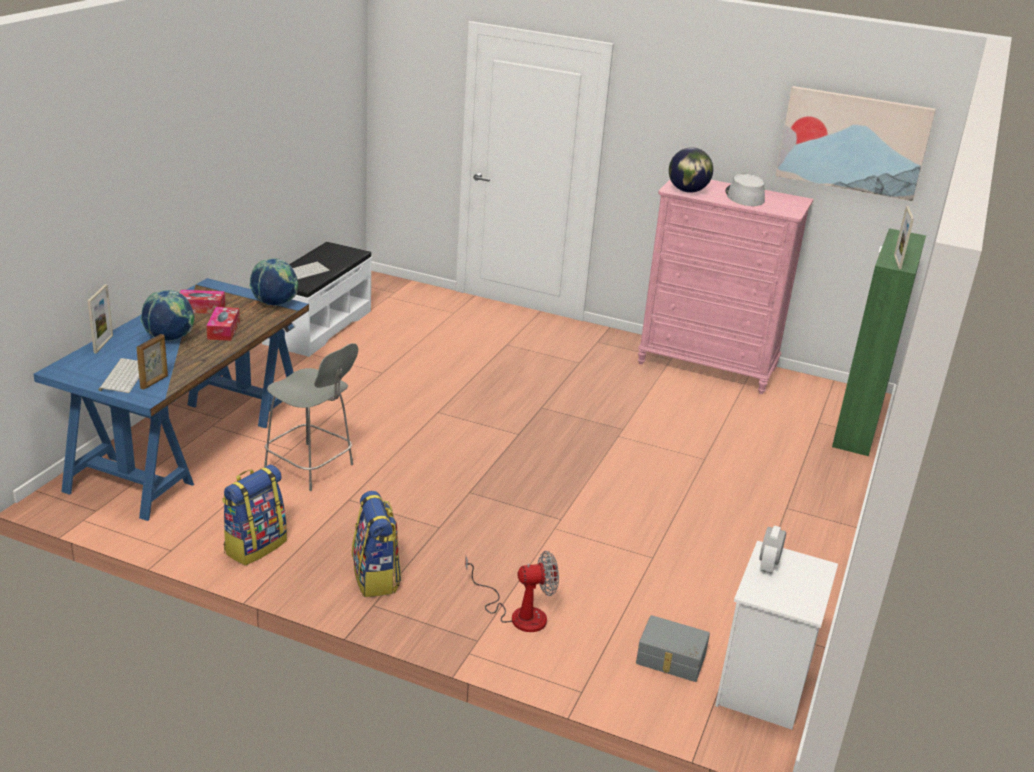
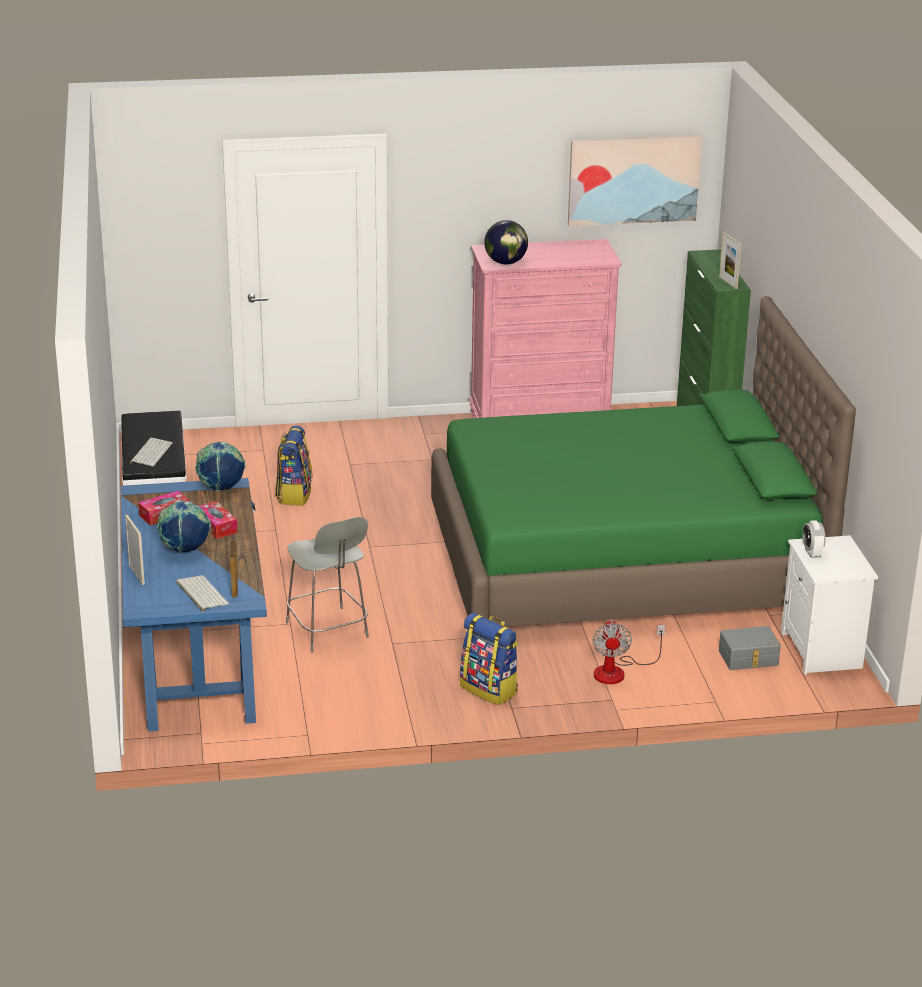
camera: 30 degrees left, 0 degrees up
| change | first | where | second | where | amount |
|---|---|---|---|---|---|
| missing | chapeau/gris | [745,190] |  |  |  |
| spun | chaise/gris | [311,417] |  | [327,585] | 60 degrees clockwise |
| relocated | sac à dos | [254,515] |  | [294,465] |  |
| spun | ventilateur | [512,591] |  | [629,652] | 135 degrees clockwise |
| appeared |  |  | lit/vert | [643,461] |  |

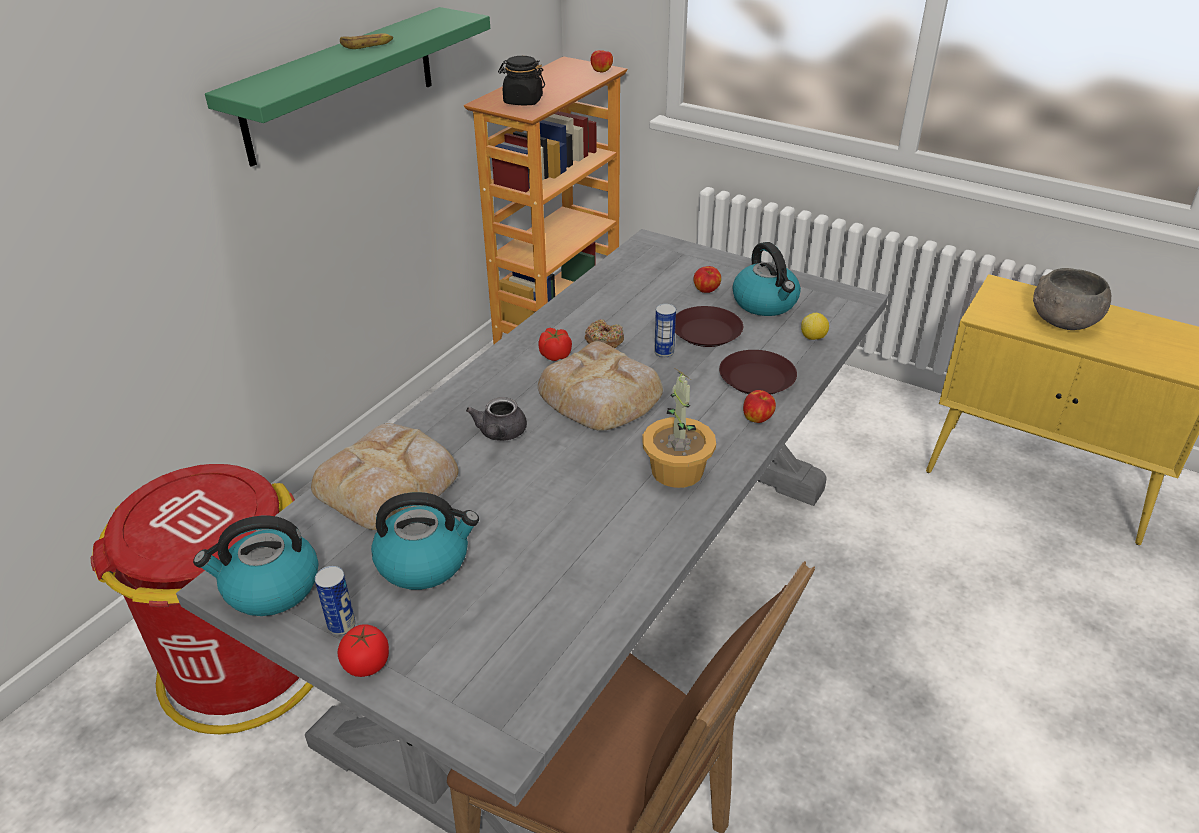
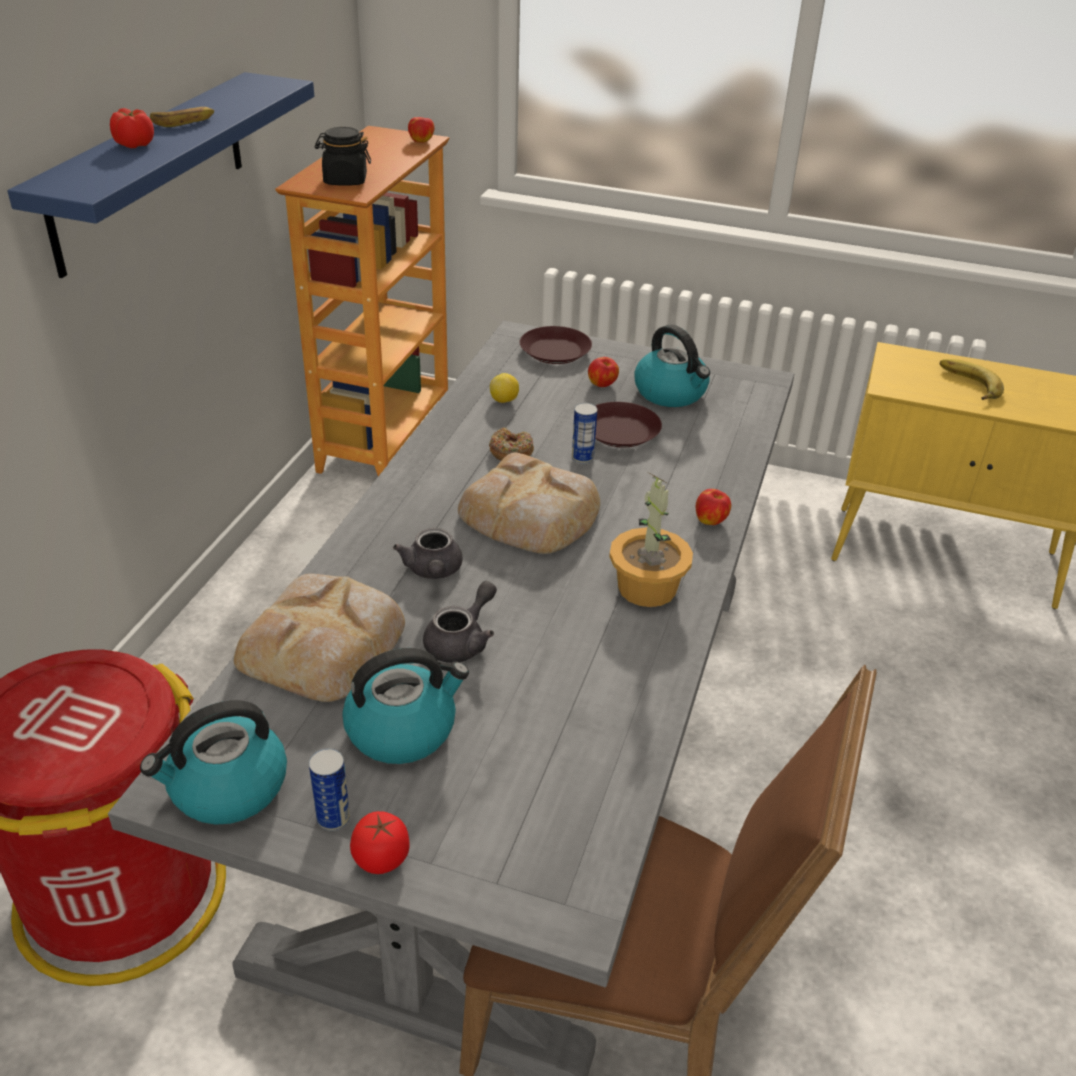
camera: 15 degrees left, 0 degrees up
| change | first | where | second | where | amount |
|---|---|---|---|---|---|
| colour | étagère/vert | [347,87] | étagère/bleu | [160,175] |  |
| exchanged | bol/gris | [1072,299] | banane | [972,379] |  |
| relocated | citron | [815,326] |  | [504,388] |  |
| relocated | tomate | [555,344] |  | [132,128] |  |
| relocated | assiette/marron | [758,372] |  | [556,345] |  |
| appeared |  |  | théière/gris | [460,622] |  |

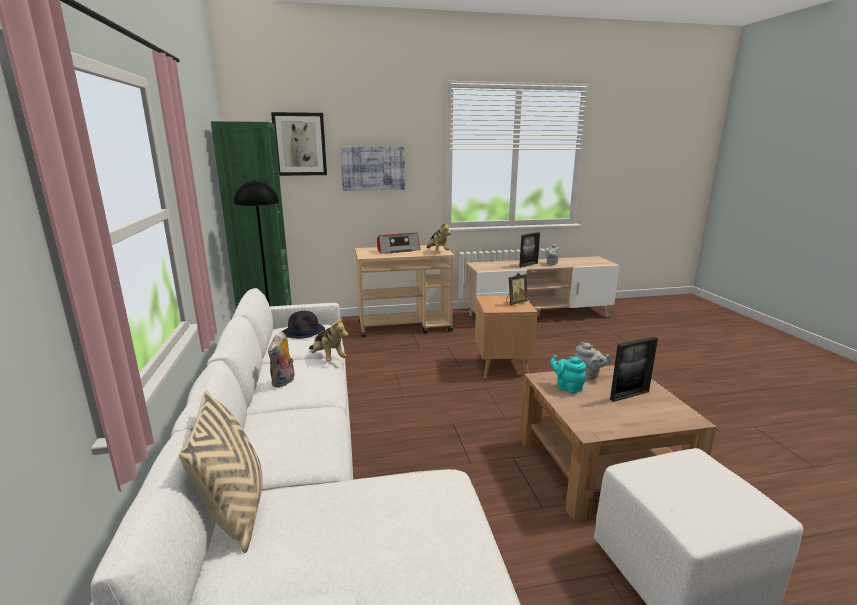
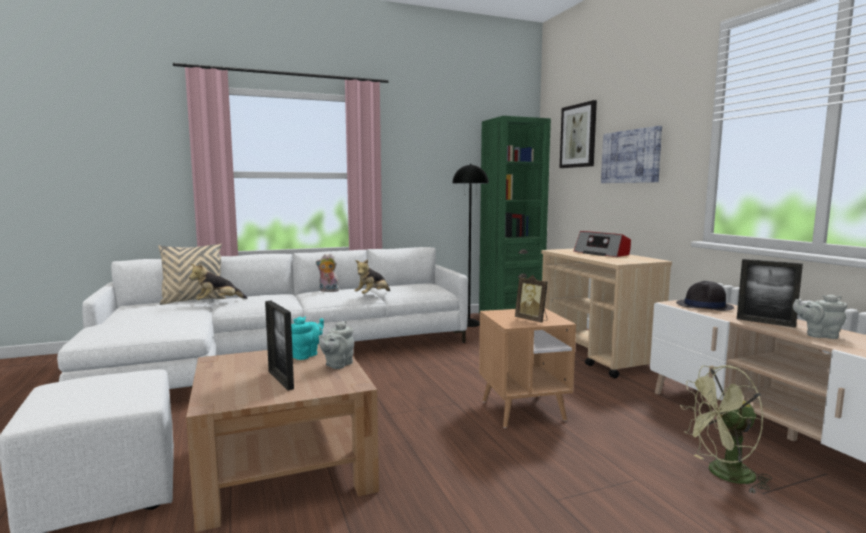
camera: 80 degrees right, 10 degrees down
| change | first | where | second | where | amount |
|---|---|---|---|---|---|
| relocated | peluche | [439,236] |  | [218,281] |  |
| relocated | chapeau/noir | [303,325] |  | [705,296] |  |
| appeared |  |  | ventilateur/vert | [726,429] |  |

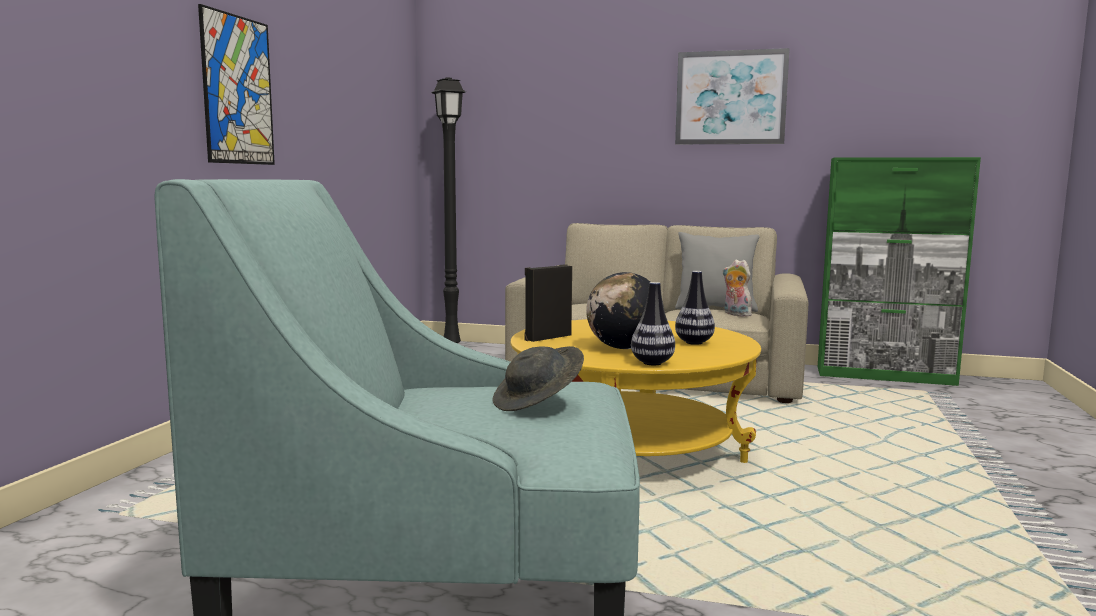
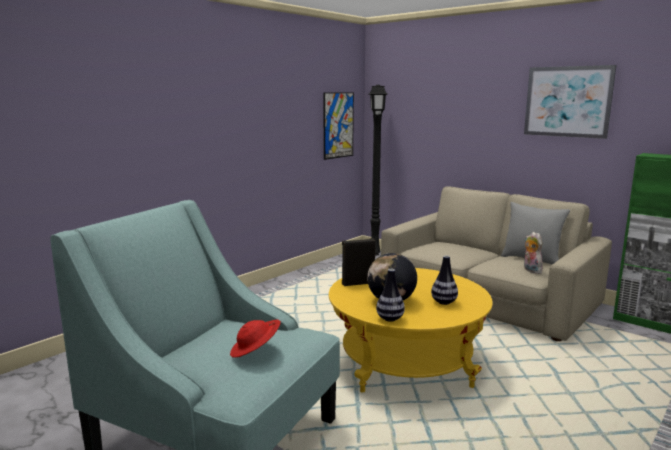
camera: 25 degrees right, 5 degrees up
| change | first | where | second | where | amount |
|---|---|---|---|---|---|
| relocated | tableau | [236,84] |  | [338,126] |  |
| colour | chapeau/gris | [538,378] | chapeau/rouge | [255,339] |  |

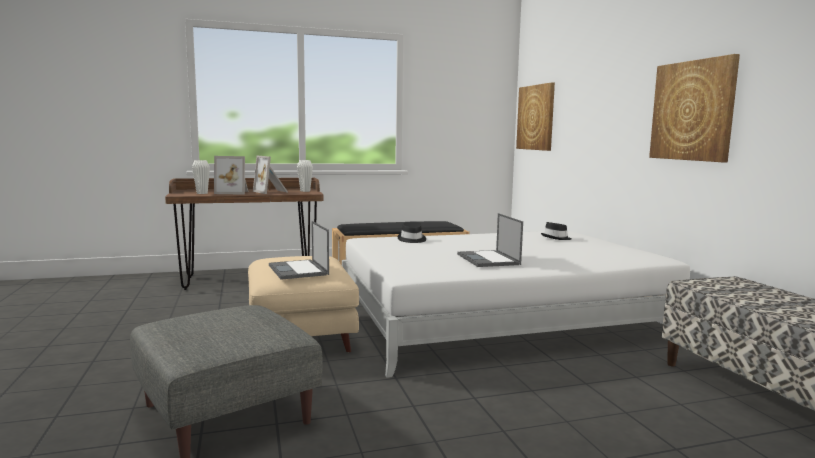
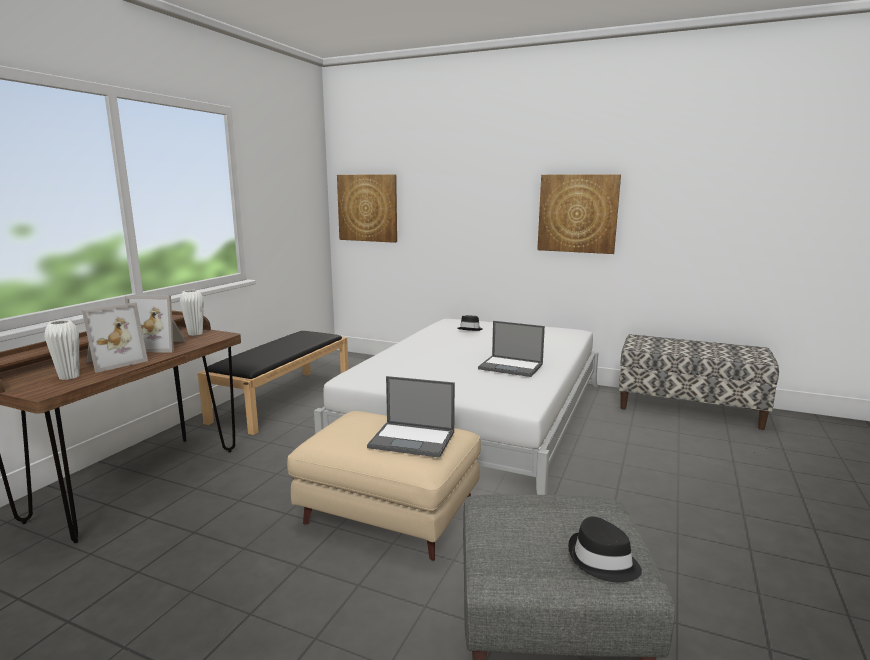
camera: 50 degrees left, 5 degrees up
| change | first | where | second | where | amount |
|---|---|---|---|---|---|
| relocated | chapeau/noir | [412,232] |  | [605,549] |  |

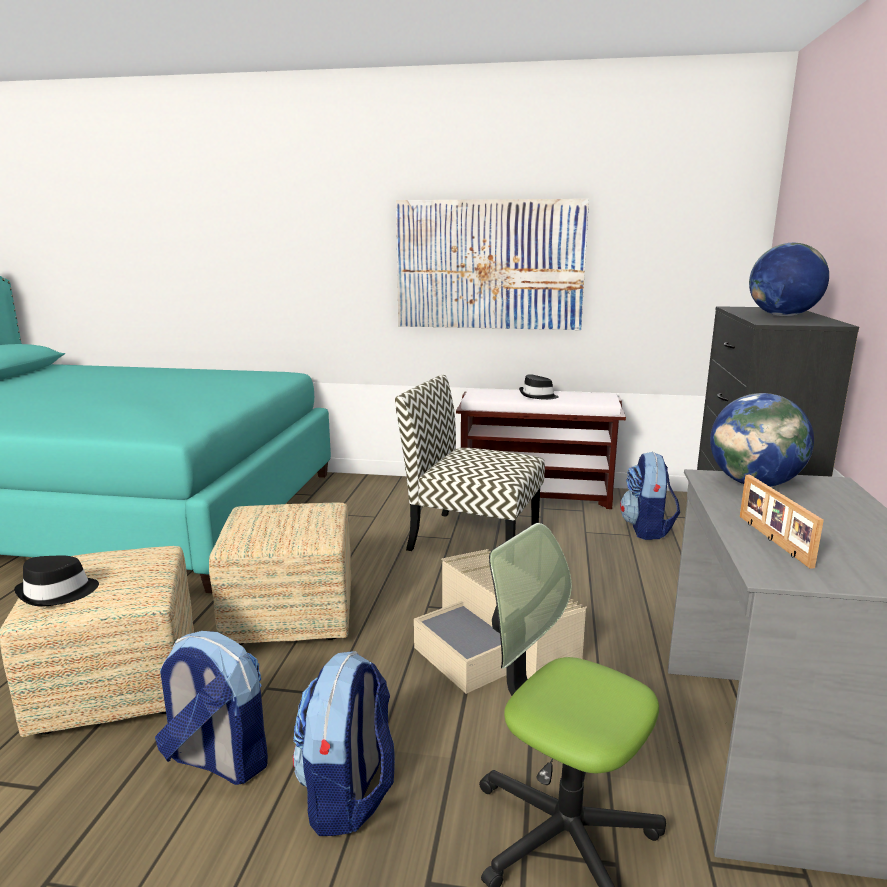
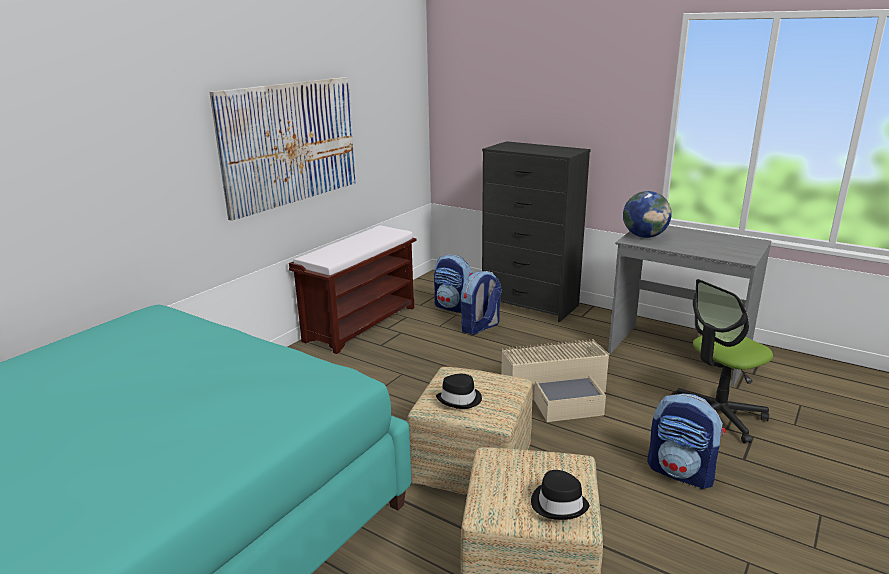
camera: 65 degrees left, 5 degrees up
| change | first | where | second | where | amount |
|---|---|---|---|---|---|
| missing | globe | [789,279] |  |  |  |
| relocated | chapeau/noir | [539,387] |  | [459,391] |  |
| missing | chaise | [470,463] |  |  |  |
| missing | cadre photo | [782,522] |  |  |  |
| relocated | sac à dos | [211,708] |  | [481,303] |  |

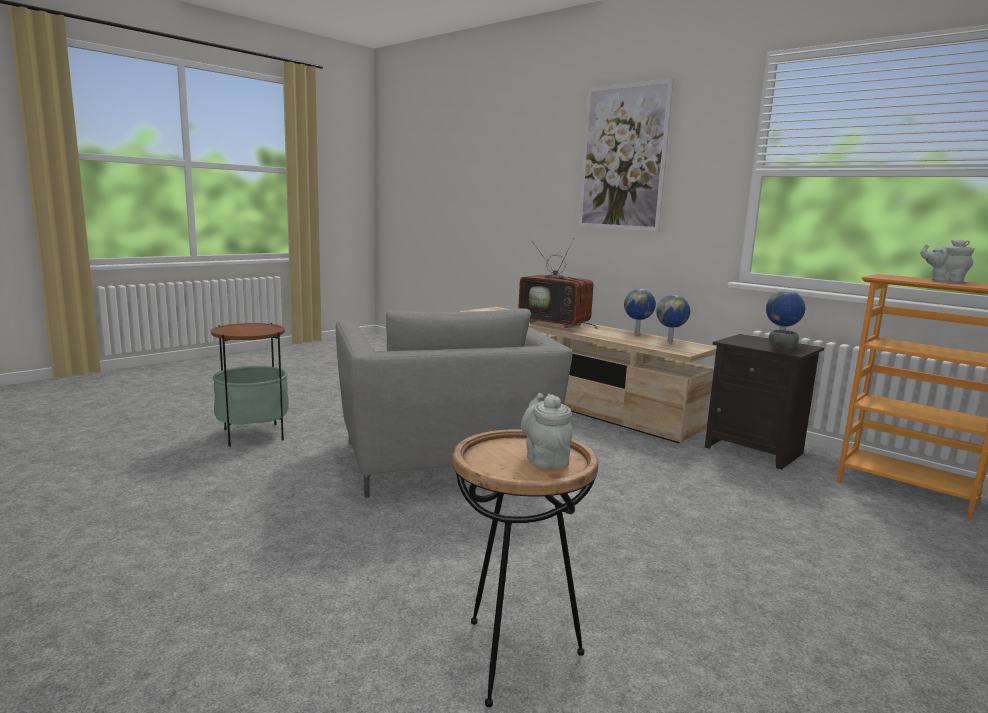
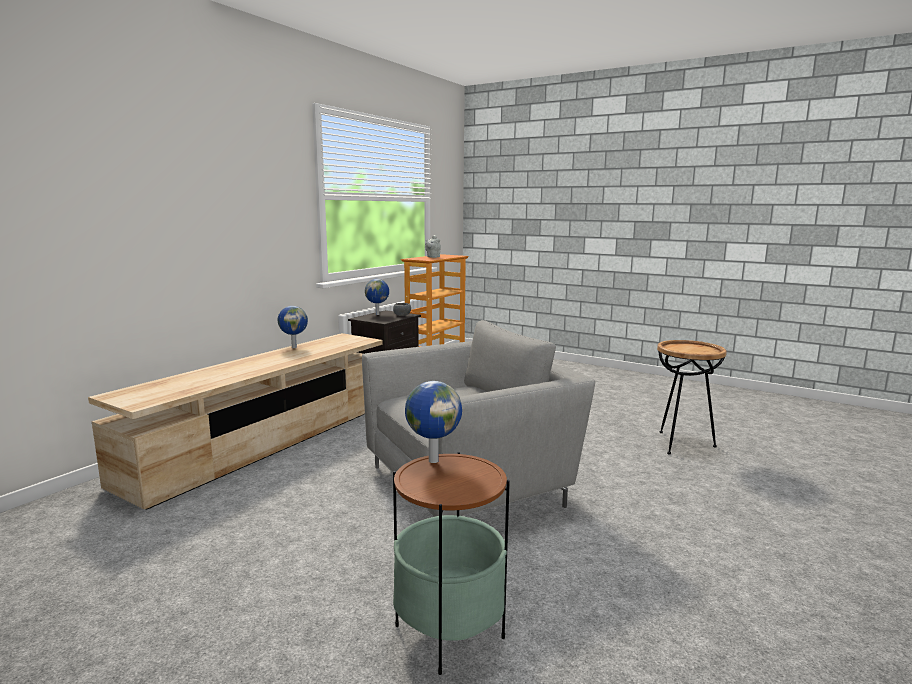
camera: 100 degrees left, 0 degrees up
| change | first | where | second | where | amount |
|---|---|---|---|---|---|
| missing | tableau | [626,155] |  |  |  |
| missing | téléviseur | [557,283] |  |  |  |
| relocated | globe | [673,319] |  | [433,422] |  |
| missing | théière/gris | [546,431] |  |  |  |

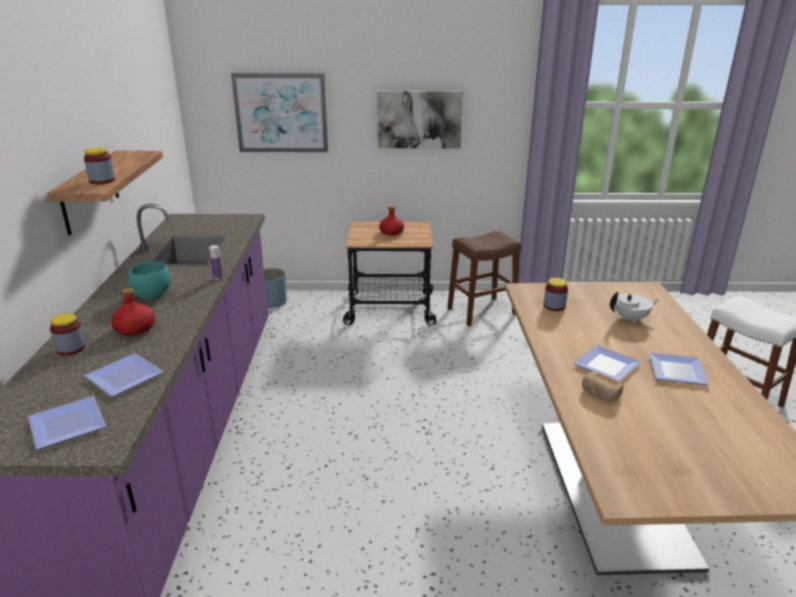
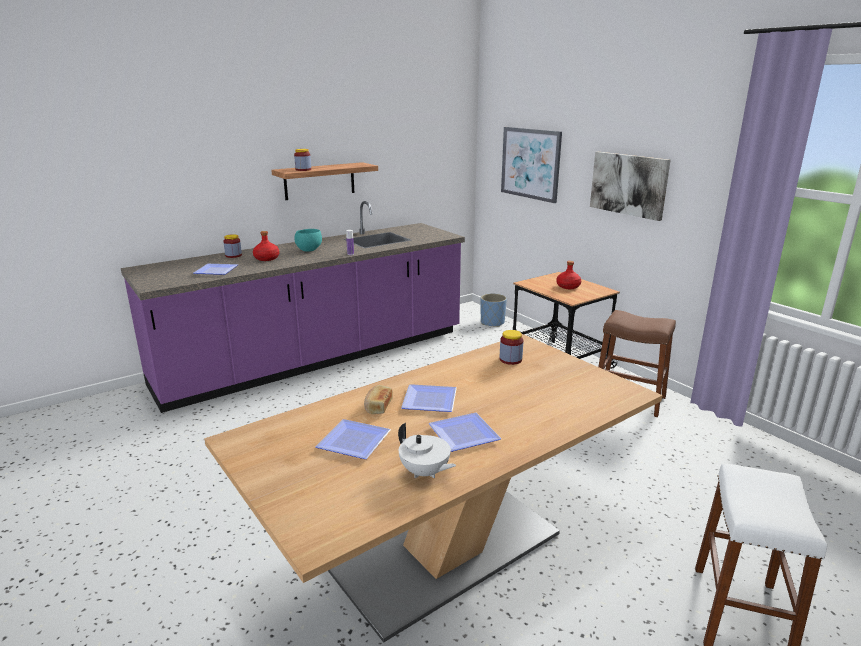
camera: 55 degrees right, 5 degrees down
| change | first | where | second | where | amount |
|---|---|---|---|---|---|
| relocated | théière/blanc | [635,308] |  | [427,450] |  |
| relocated | assiette | [67,423] |  | [353,439] |  |

